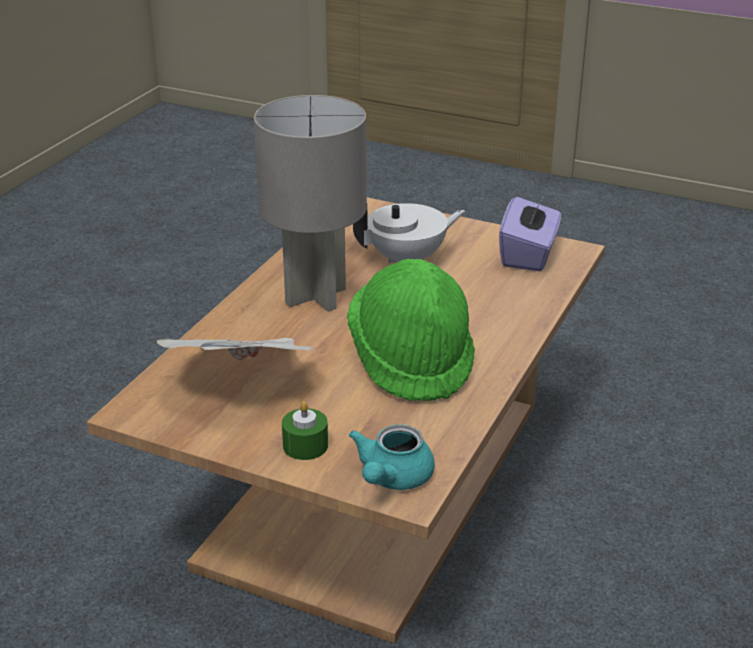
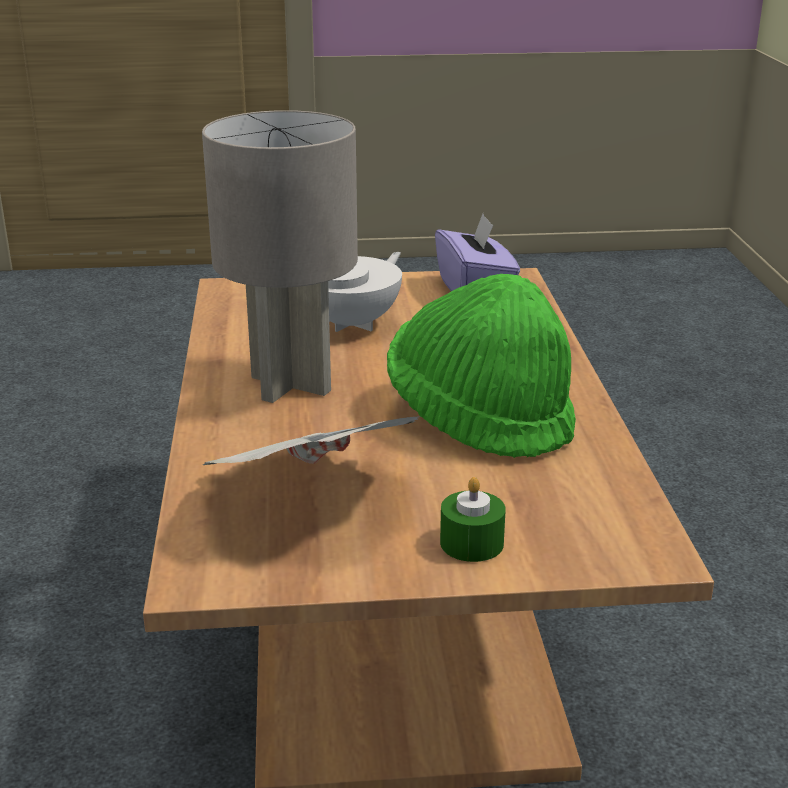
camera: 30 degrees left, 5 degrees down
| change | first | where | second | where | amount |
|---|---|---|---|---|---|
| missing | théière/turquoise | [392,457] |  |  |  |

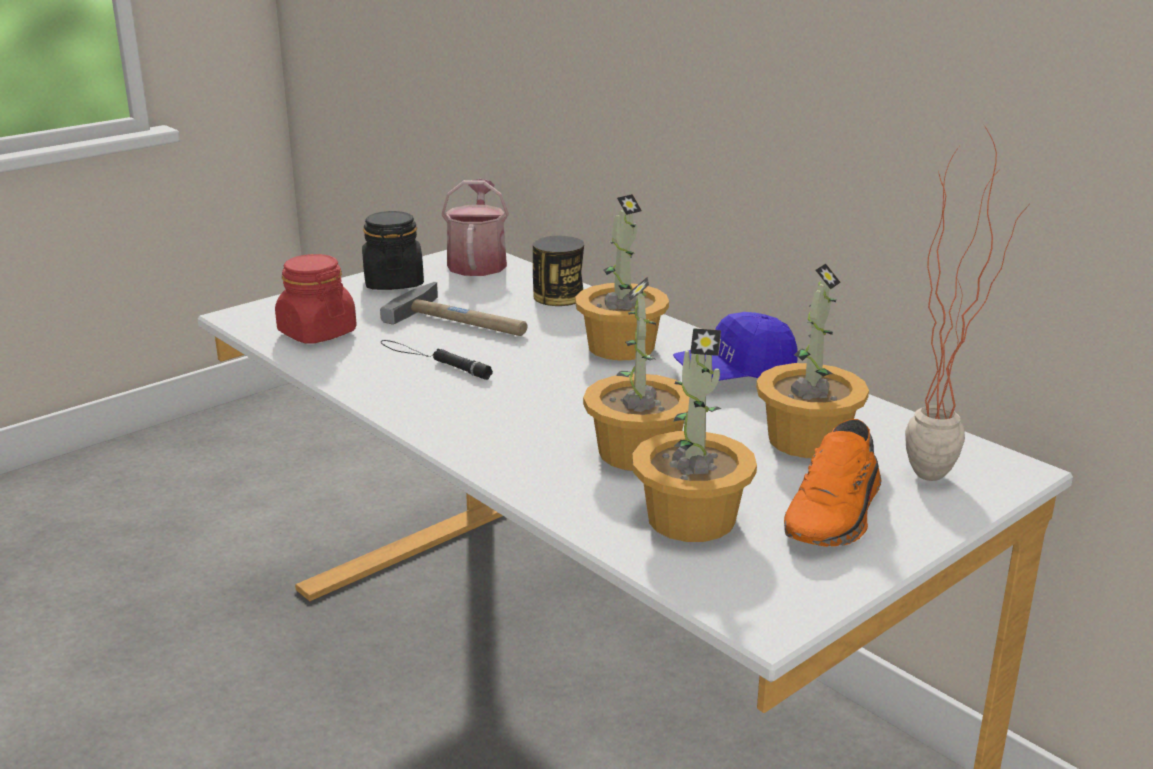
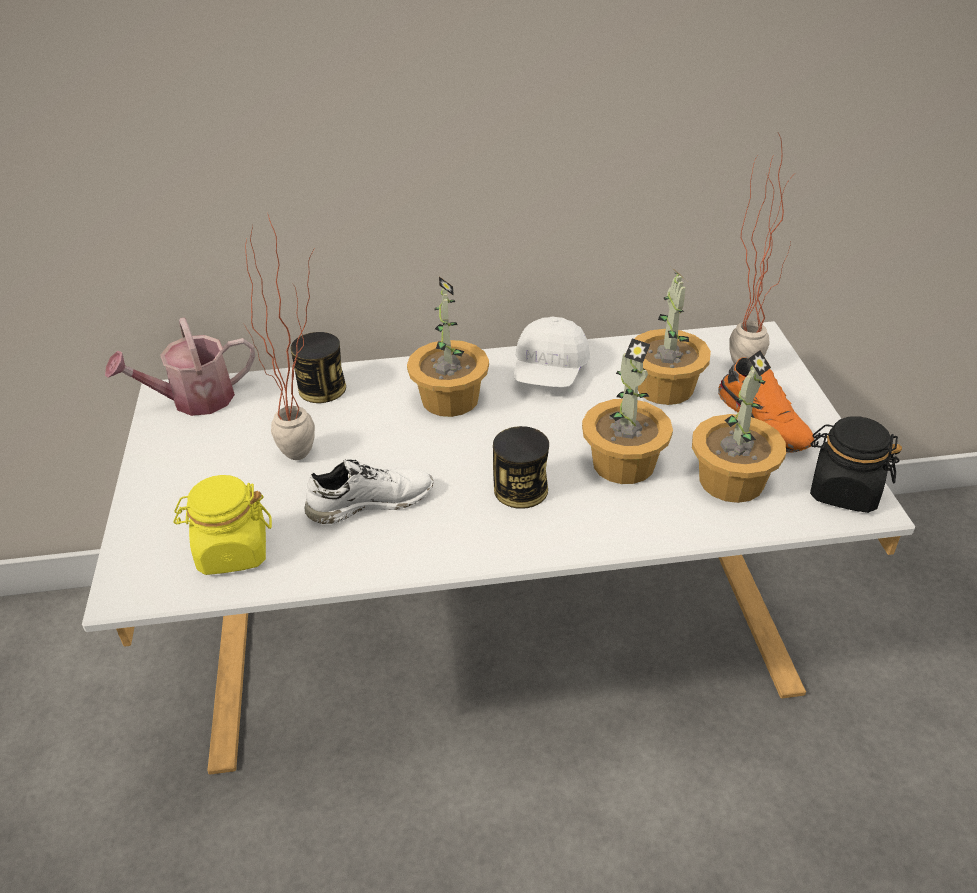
camera: 55 degrees left, 15 degrees up
| change | first | where | second | where | amount |
|---|---|---|---|---|---|
| spun | arrosoir | [475,227] |  | [180,367] | 60 degrees counterclockwise |
| relocated | bocal/noir | [393,250] |  | [856,464] |  |
| colour | bocal/rouge | [315,299] | bocal/jaune | [222,525] |  |
| exchanged | marteau | [454,309] | plante en pot | [279,336] |  |
| colour | casquette/bleu | [735,346] | casquette/blanc | [552,352] |  |
| exchanged | lampe de poche/noir | [437,360] | chaussure/blanc | [368,491] |  |
| appeared |  |  | boîte métallique | [521,467] |  |

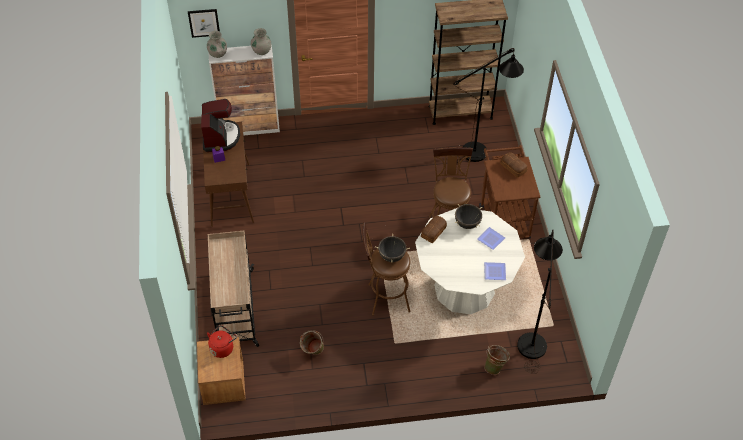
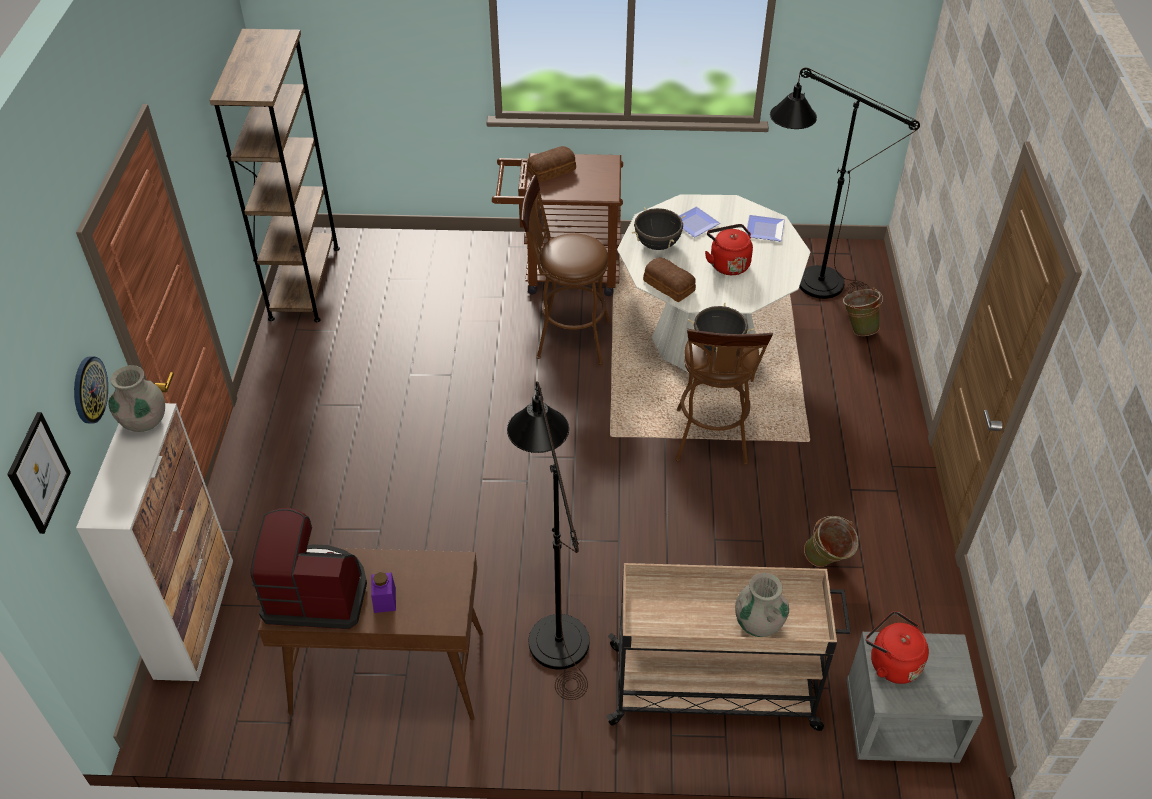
camera: 80 degrees left, 5 degrees down
| change | first | where | second | where | amount |
|---|---|---|---|---|---|
| relocated | vase/gris | [217,44] |  | [762,605] |  |
| relocated | lampadaire/noir | [488,106] |  | [548,540] |  |
| colour | table de chevet/marron | [221,371] | table de chevet/gris | [915,697] |  |
| appeared |  |  | bouilloire/rouge | [729,249] |  |
| appeared |  |  | horloge murale | [91,389] |  |

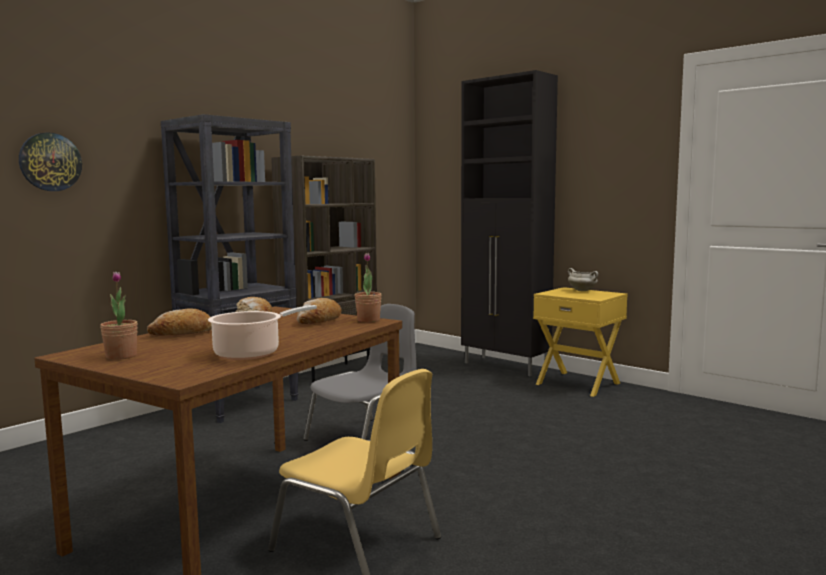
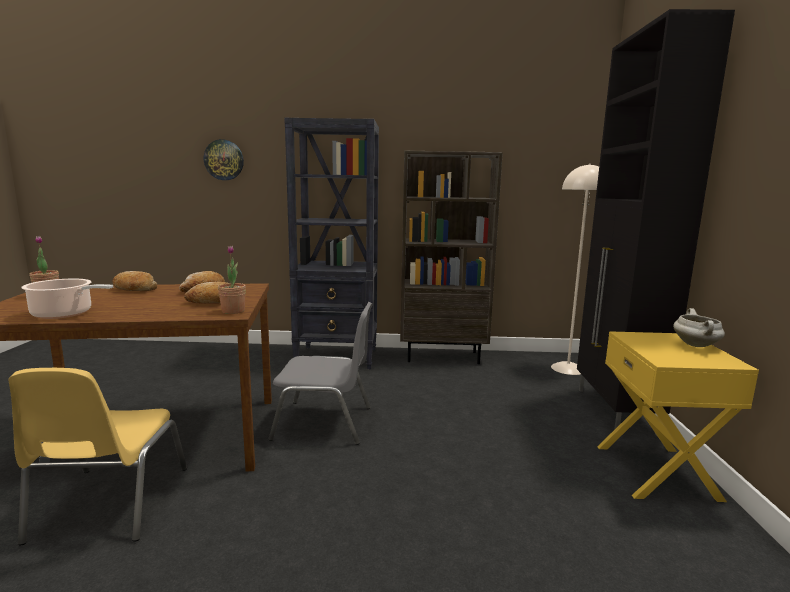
camera: 50 degrees right, 5 degrees up
| change | first | where | second | where | amount |
|---|---|---|---|---|---|
| appeared |  |  | lampadaire/beige | [575,269] |  |

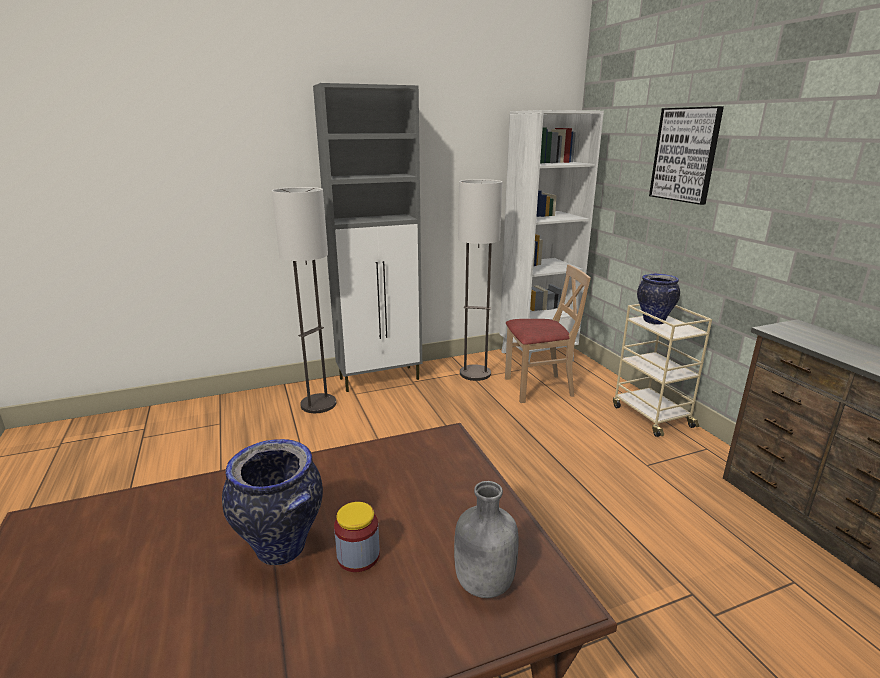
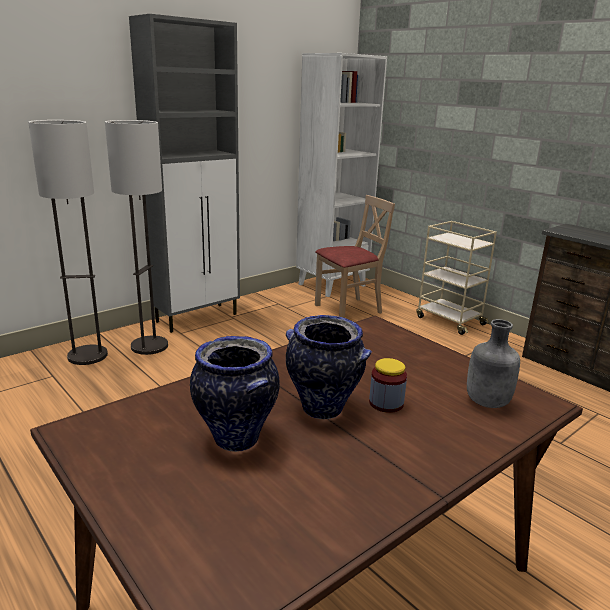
camera: 20 degrees left, 0 degrees up
| change | first | where | second | where | amount |
|---|---|---|---|---|---|
| missing | tableau | [686,155] |  |  |  |
| relocated | lampadaire | [480,280] |  | [68,242] |  |
| relocated | vase | [658,299] |  | [235,394] |  |

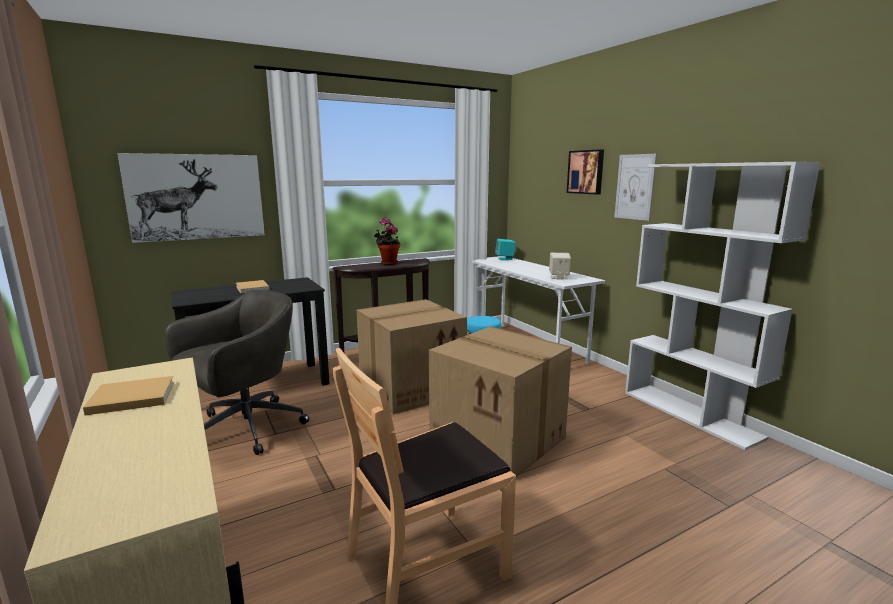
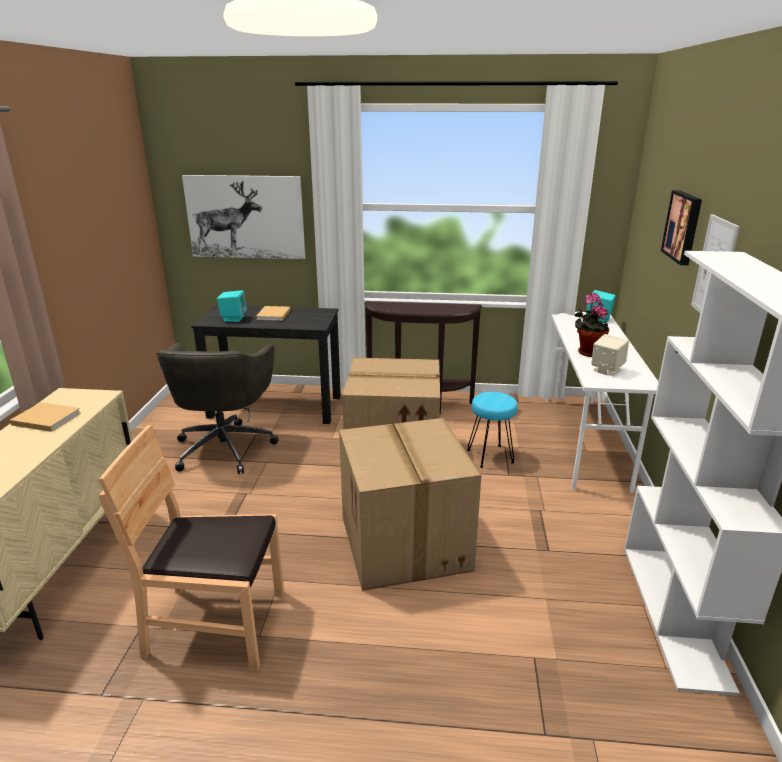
camera: 35 degrees right, 10 degrees up
| change | first | where | second | where | amount |
|---|---|---|---|---|---|
| relocated | plante en pot | [387,241] |  | [591,325] |  |
| spun | chaise de bureau/gris | [237,372] |  | [217,408] | 105 degrees clockwise |
| appeared |  |  | enceinte/turquoise | [232,306] |  |

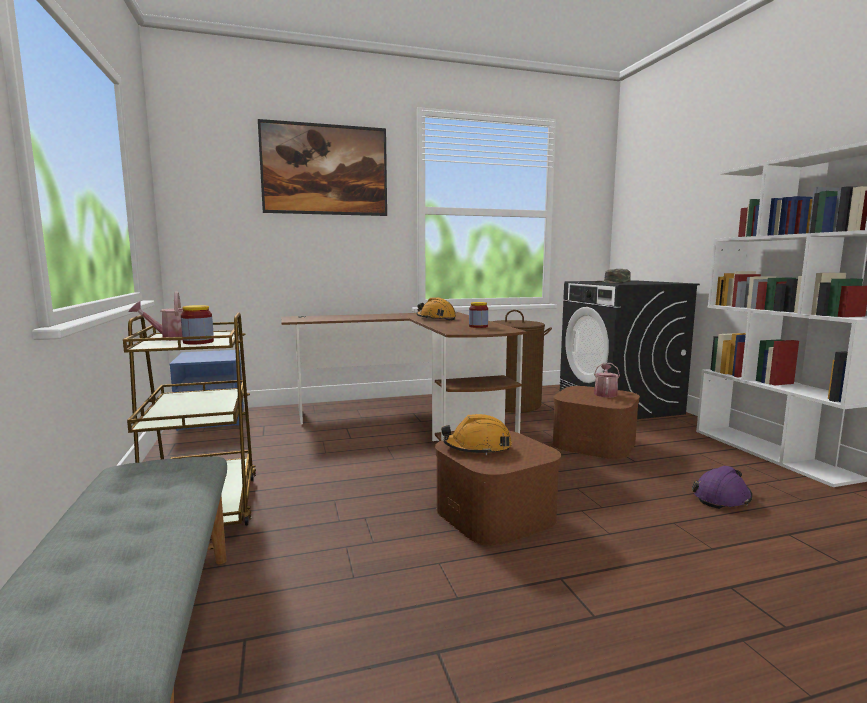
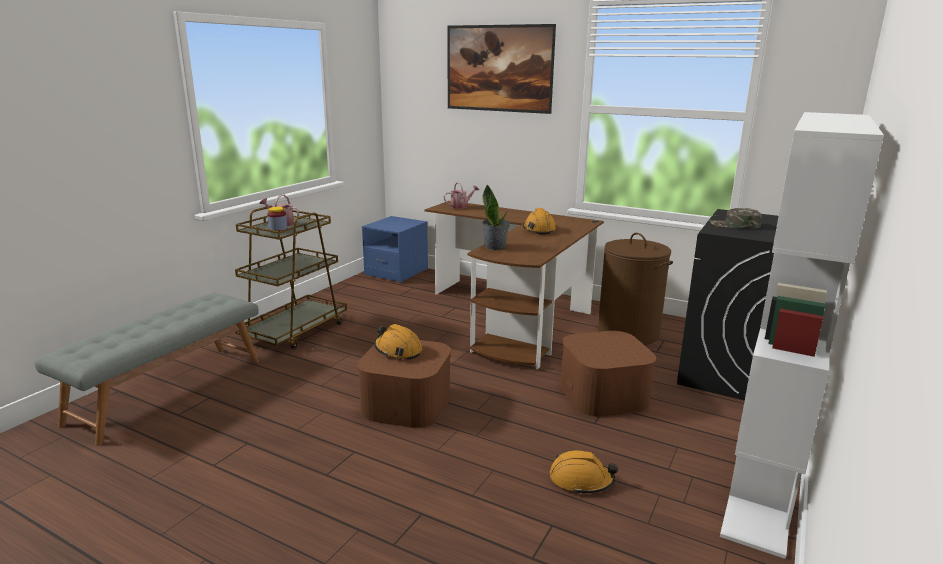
camera: 45 degrees right, 10 degrees up
| change | first | where | second | where | amount |
|---|---|---|---|---|---|
| missing | bocal | [478,315] |  |  |  |
| relocated | arrosoir | [607,380] |  | [461,195] |  |
| colour | casque de chantier/violet | [722,487] | casque de chantier/orange | [583,472] |  |
| appeared |  |  | plante en pot | [496,217] |  |

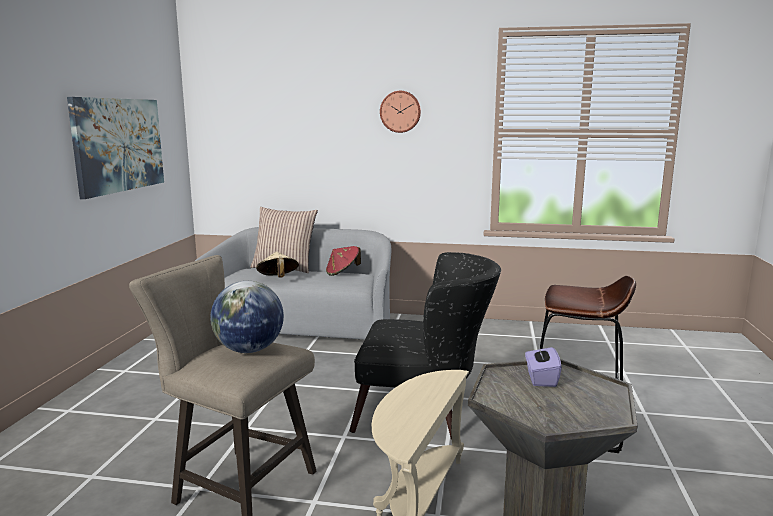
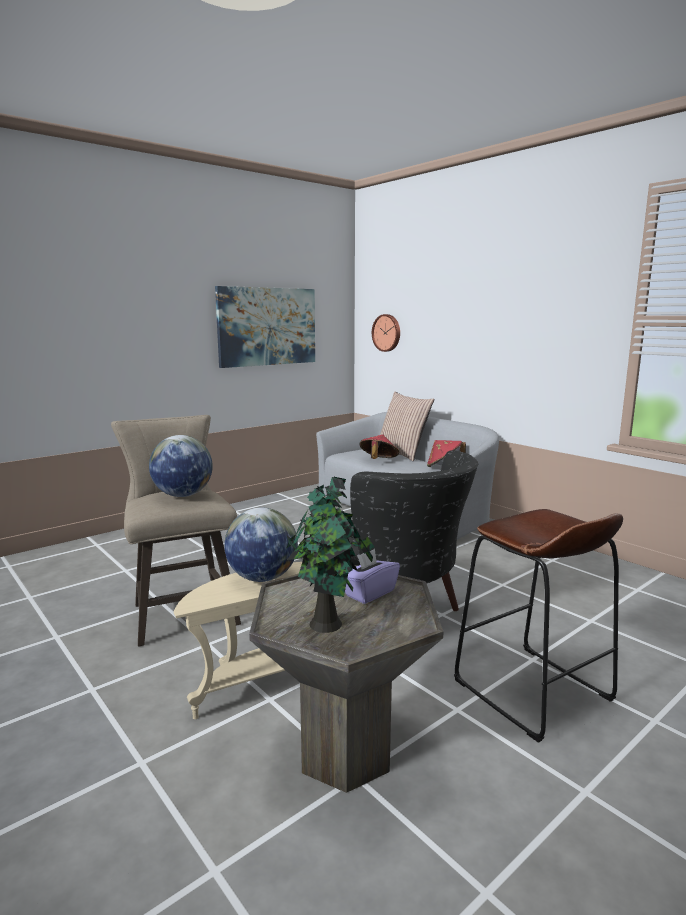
camera: 40 degrees right, 0 degrees up
| change | first | where | second | where | amount |
|---|---|---|---|---|---|
| relocated | horloge murale | [400,112] |  | [386,333] |  |
| colour | chapeau/beige | [277,265] | chapeau/rouge | [379,446] |  |
| appeared |  |  | plante en pot | [330,555] |  |
| appeared |  |  | globe | [261,545] |  |

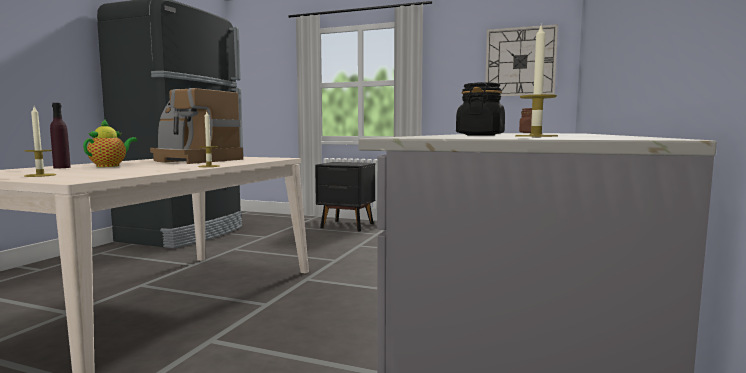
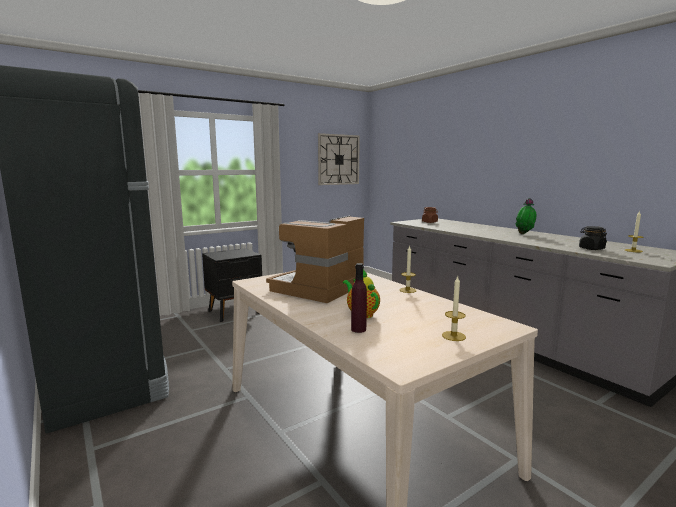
camera: 55 degrees left, 5 degrees up
| change | first | where | second | where | amount |
|---|---|---|---|---|---|
| spun | machine à café | [196,126] |  | [316,259] | 150 degrees clockwise |
| appeared |  |  | plante en pot | [526,216] |  |

